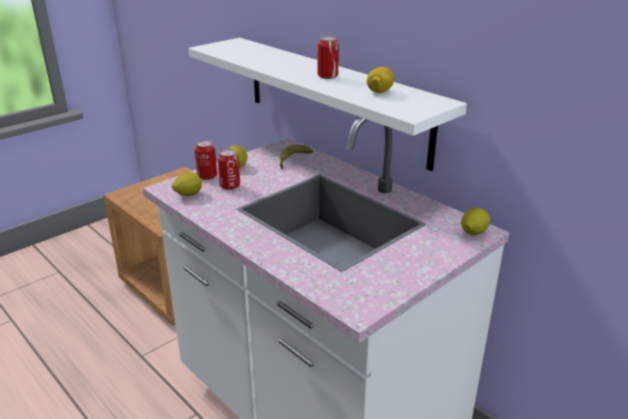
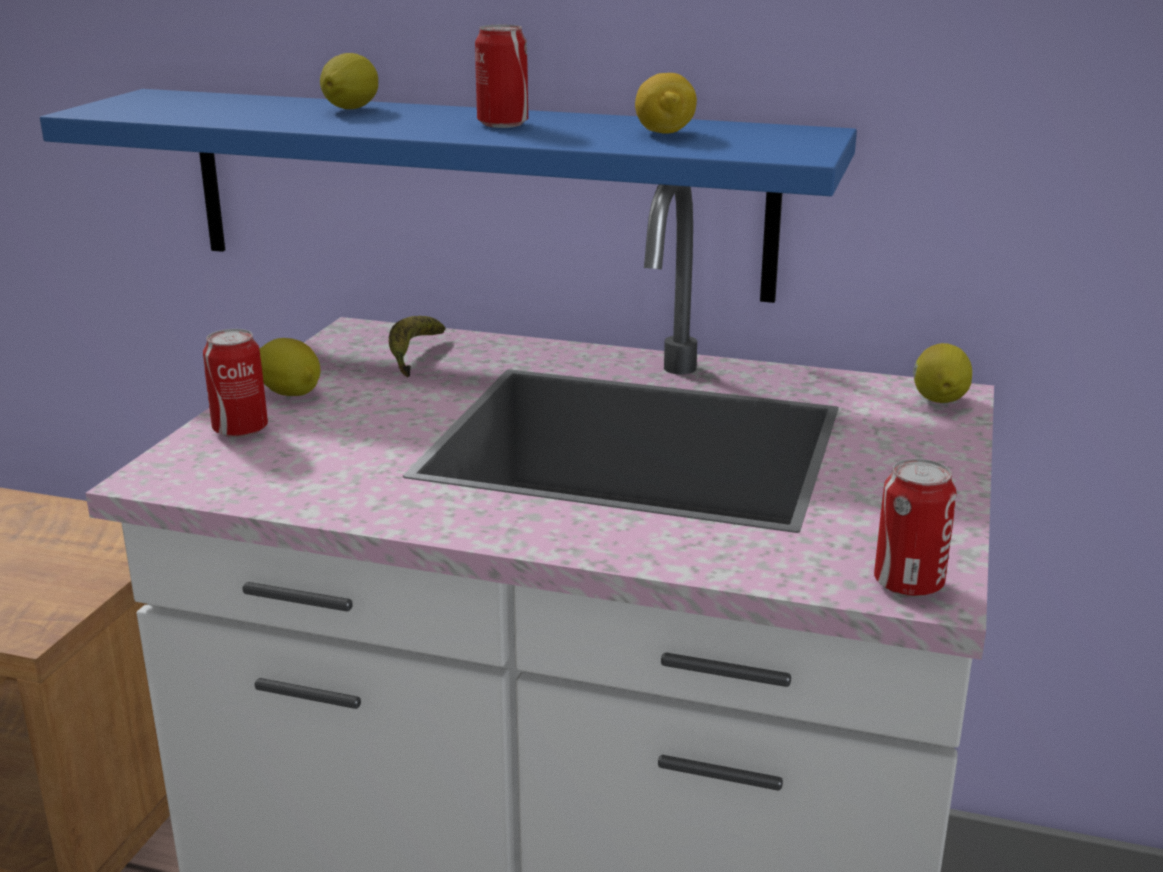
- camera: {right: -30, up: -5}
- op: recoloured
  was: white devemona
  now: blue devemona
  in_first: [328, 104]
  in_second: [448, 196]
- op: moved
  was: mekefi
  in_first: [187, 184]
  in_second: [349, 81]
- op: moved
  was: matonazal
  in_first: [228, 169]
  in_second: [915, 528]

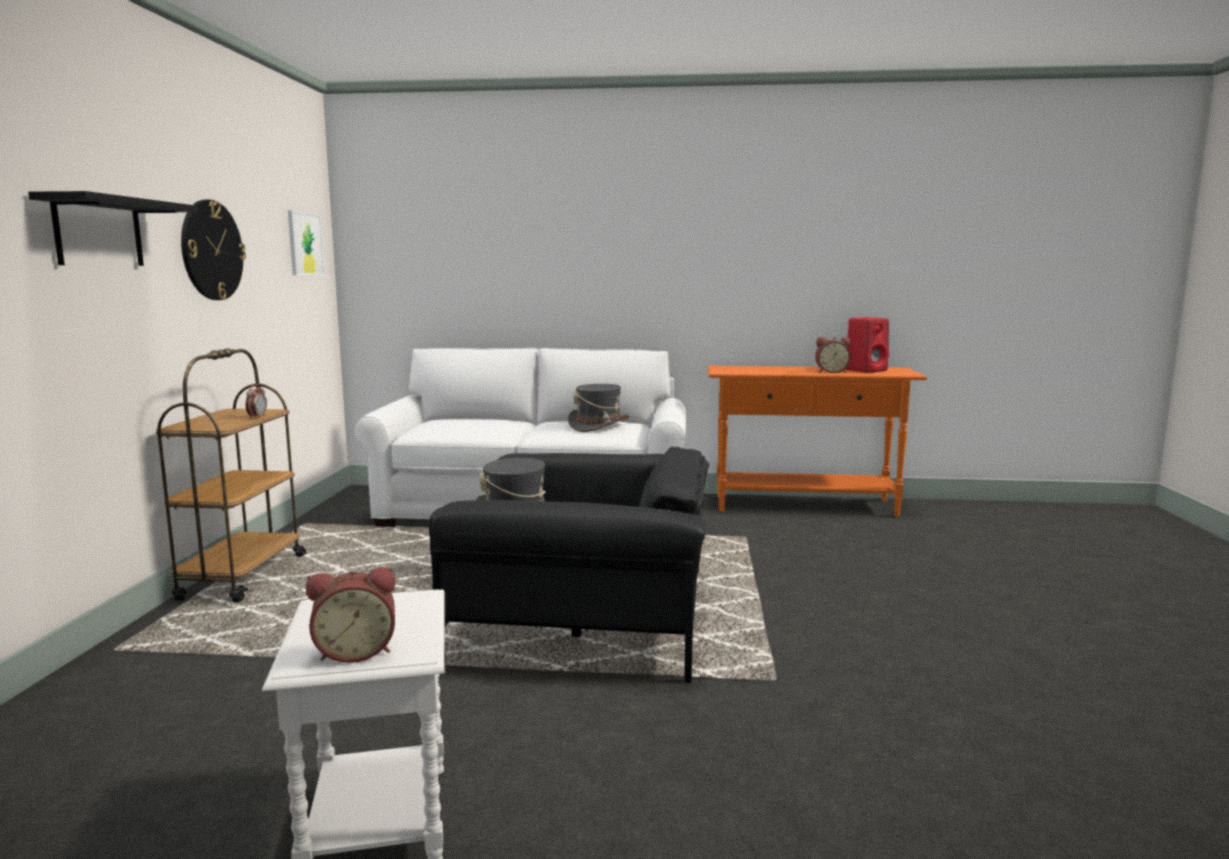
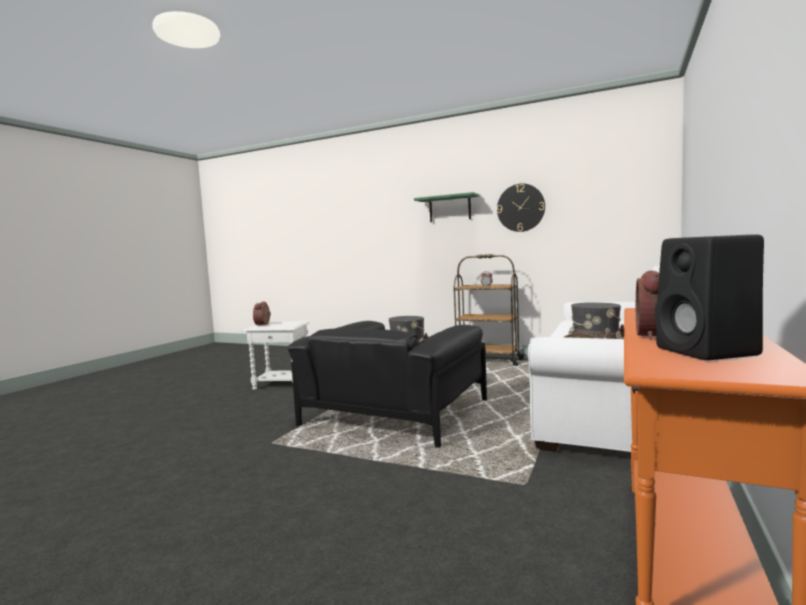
- camera: {right: 110, up: -5}
- op: recoloured
  was: black devemona
  now: green devemona
  in_first: [113, 228]
  in_second: [446, 207]
- op: recoloured
  was: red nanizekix
  now: black nanizekix
  in_first: [867, 345]
  in_second: [709, 297]
- op: removed
  was: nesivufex
  in_first: [306, 242]

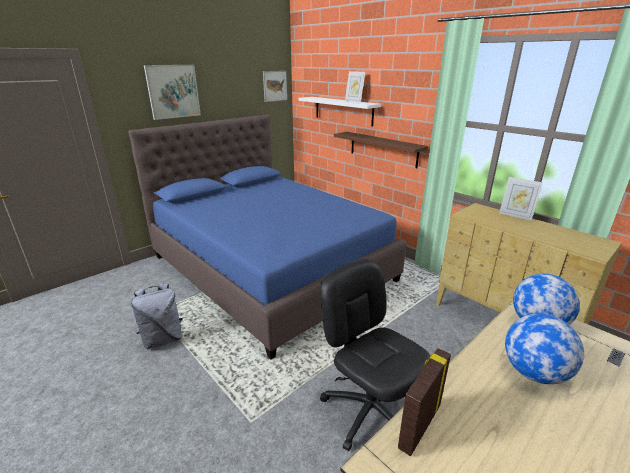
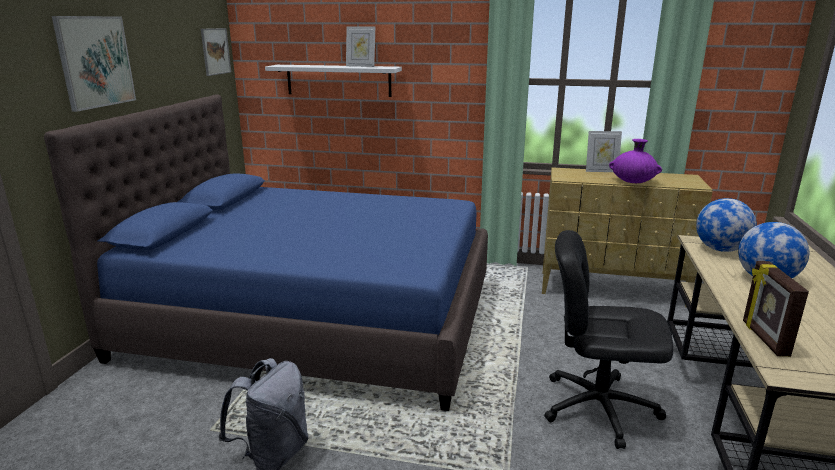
- camera: {right: -35, up: -5}
- op: added
  now: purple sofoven
  in_second: [635, 161]
- op: removed
  was: brown devemona
  in_first: [381, 150]

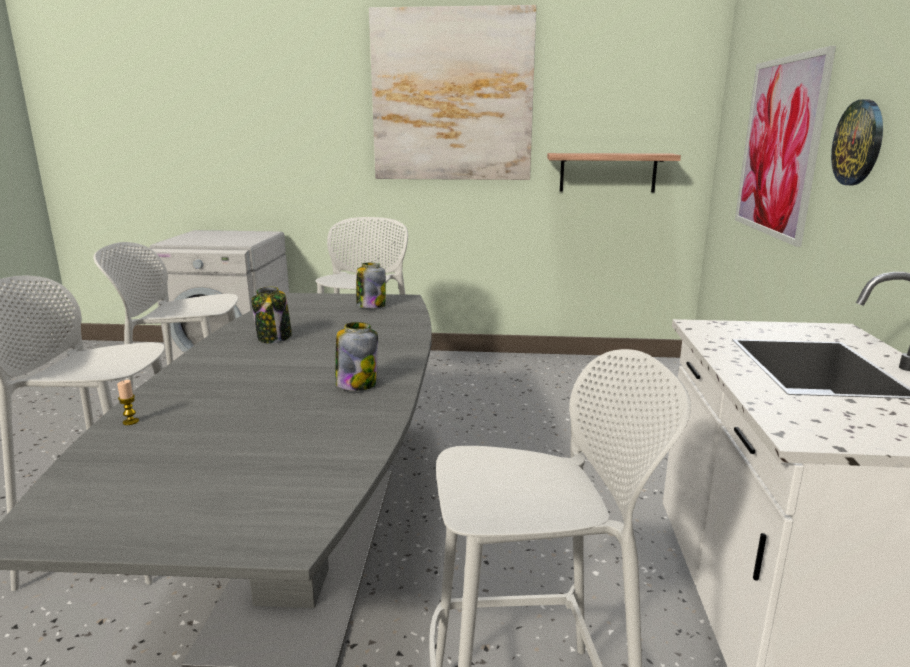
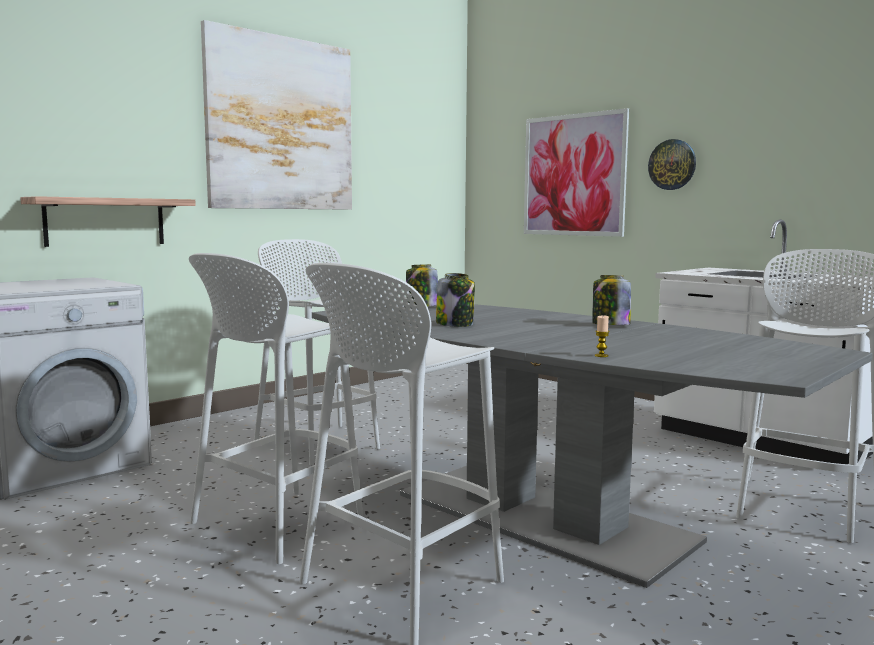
- camera: {right: -50, up: -10}
- op: moved
  was: devemona
  in_first: [614, 172]
  in_second: [108, 221]

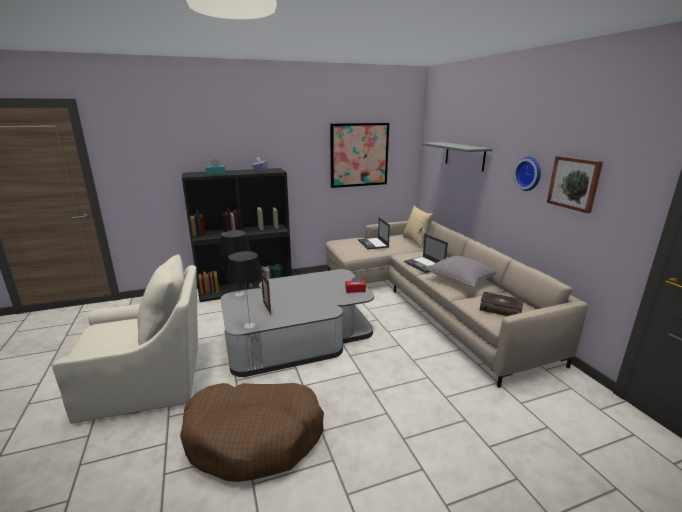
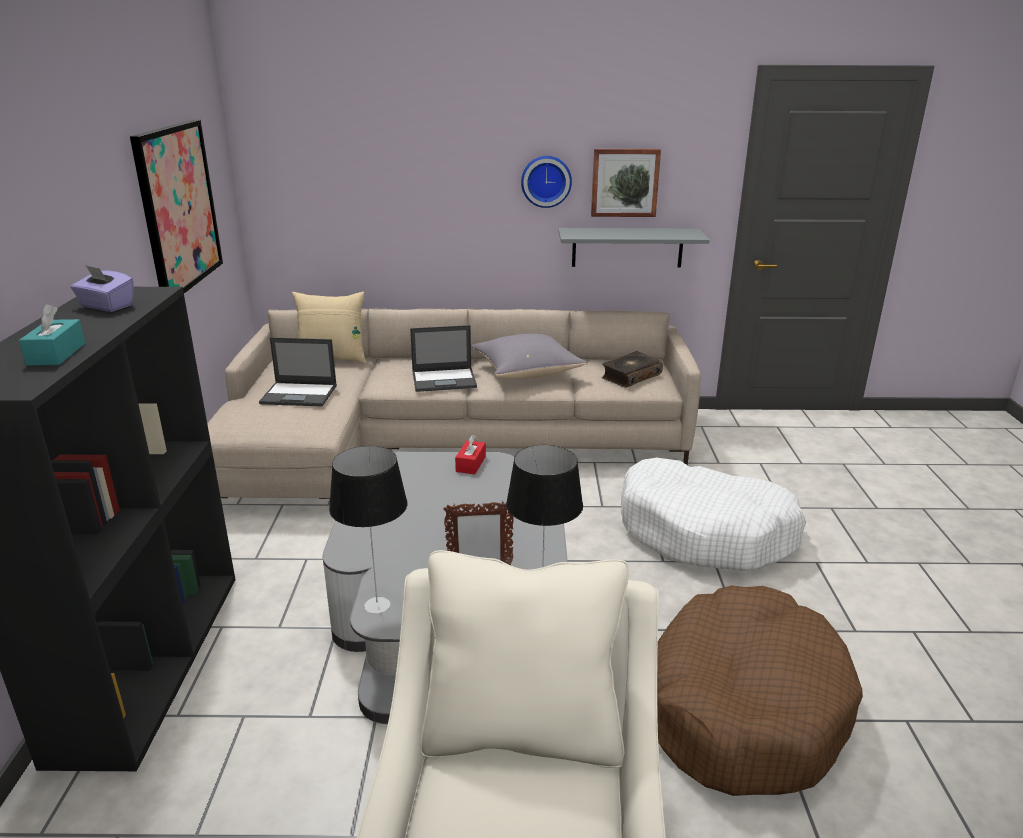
- camera: {right: -70, up: 5}
- op: moved
  was: grey devemona
  in_first: [457, 157]
  in_second: [634, 247]
- op: added
  now: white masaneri
  in_second: [713, 514]

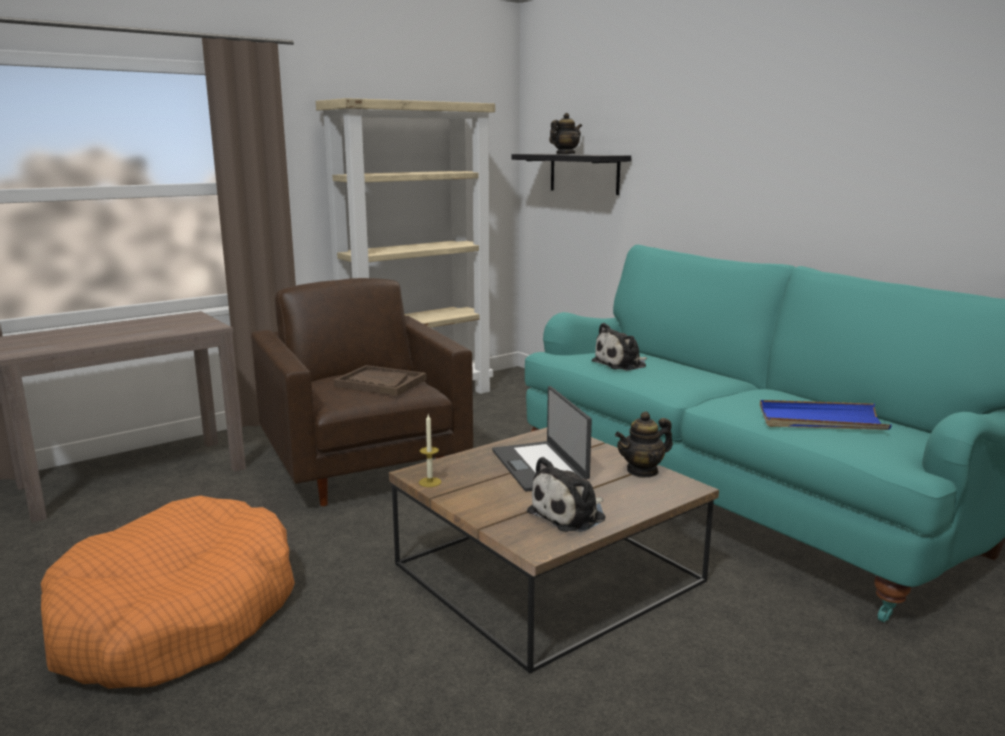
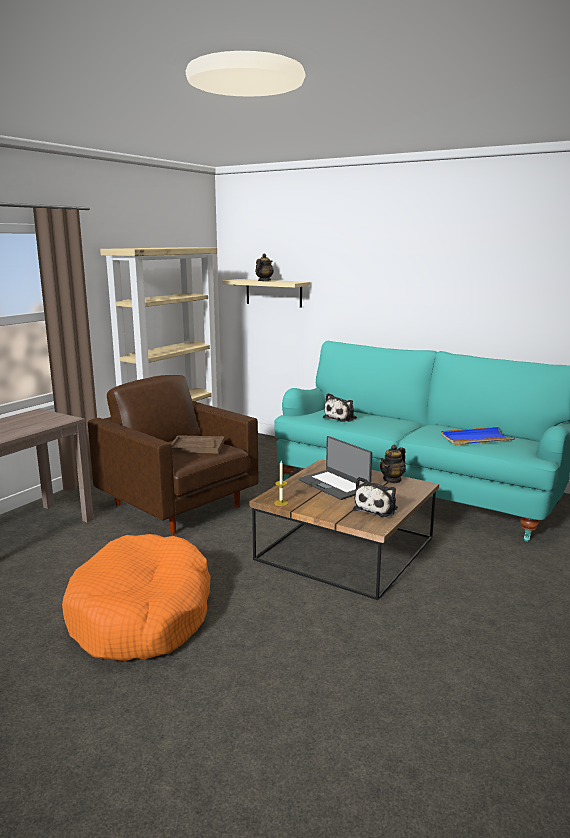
- camera: {right: -20, up: 0}
- op: recoloured
  was: black devemona
  now: beige devemona
  in_first: [571, 174]
  in_second: [266, 293]

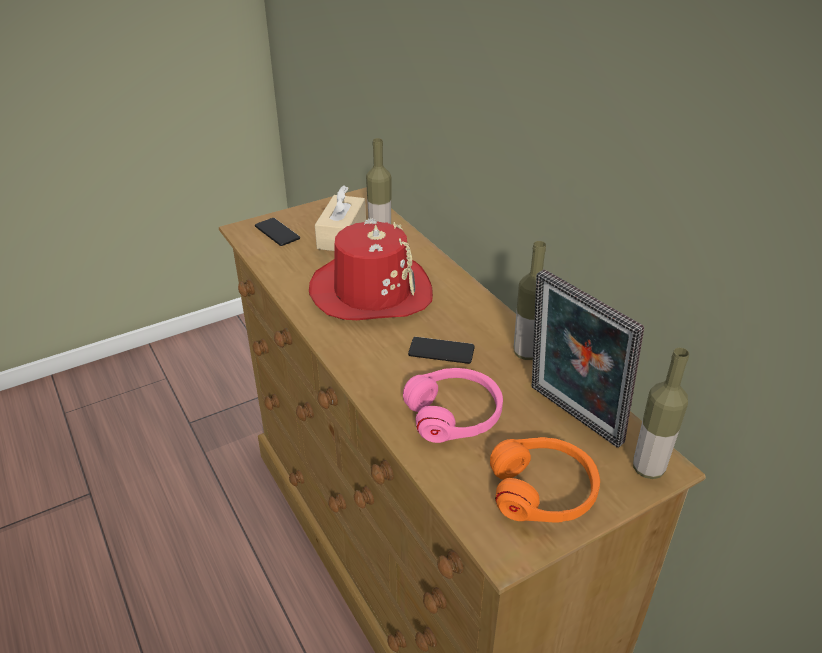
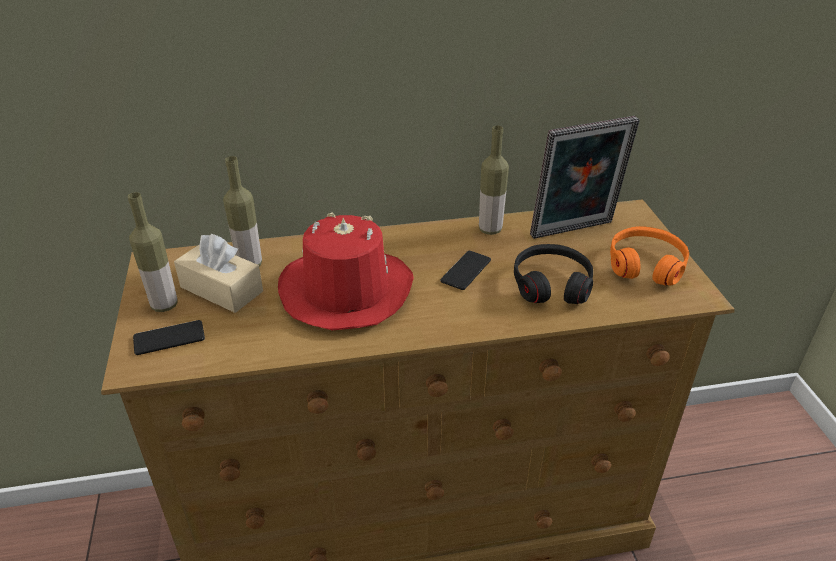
- camera: {right: -70, up: 0}
- op: moved
  was: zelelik
  in_first: [661, 413]
  in_second: [153, 252]
- op: recoloured
  was: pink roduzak
  now: black roduzak
  in_first: [453, 405]
  in_second: [553, 274]

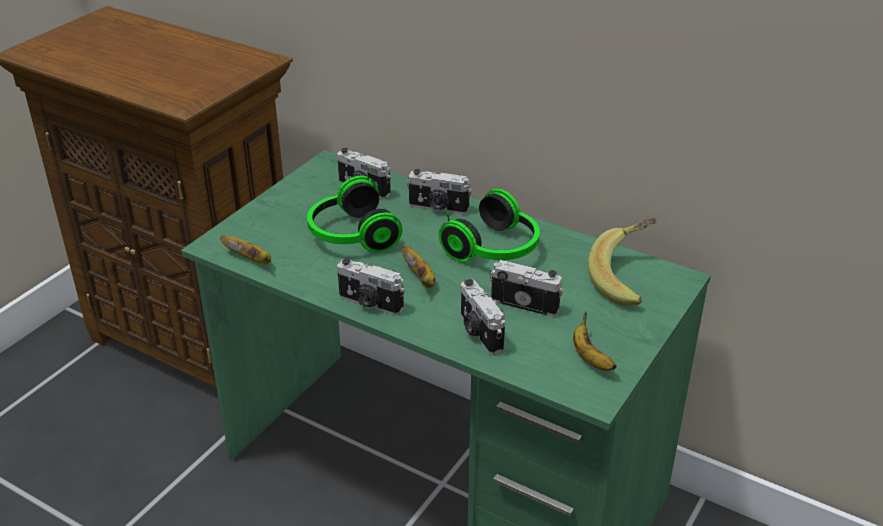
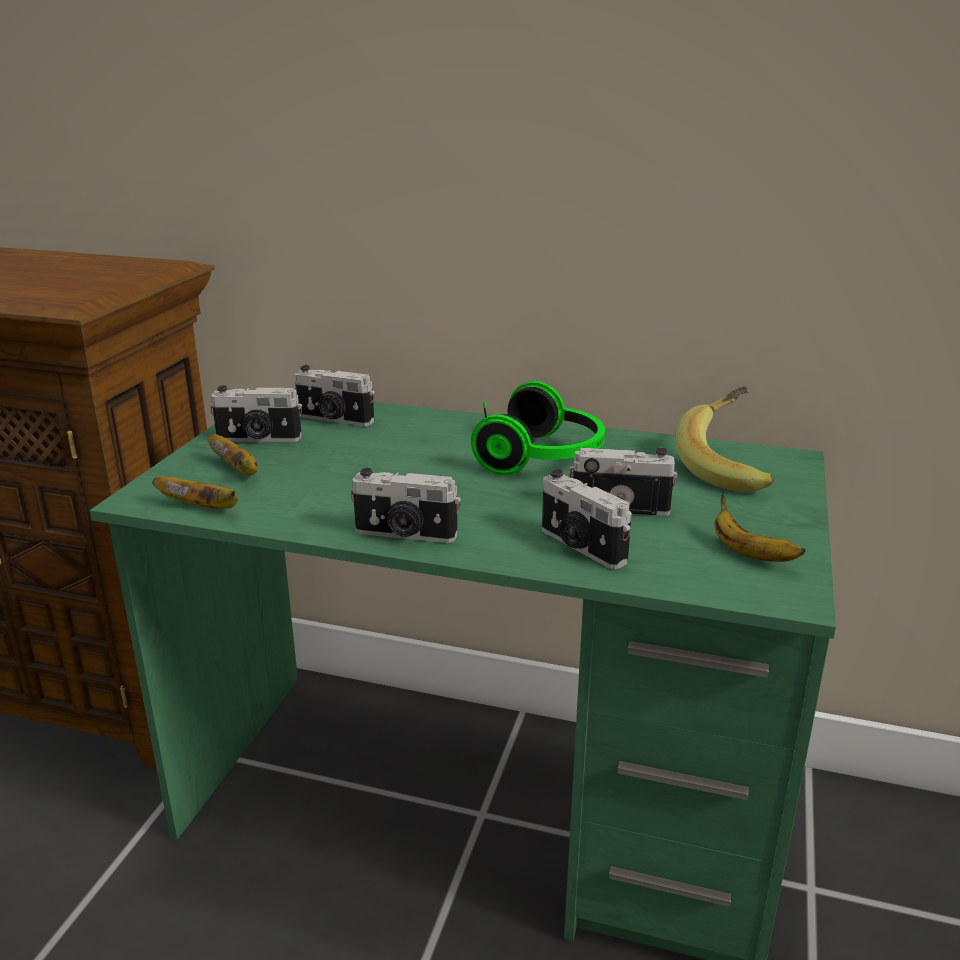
- camera: {right: -15, up: -10}
- op: moved
  was: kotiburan
  in_first: [419, 267]
  in_second: [232, 455]
- op: moved
  was: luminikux
  in_first: [439, 192]
  in_second: [256, 414]
- op: removed
  was: roduzak
  in_first: [354, 210]

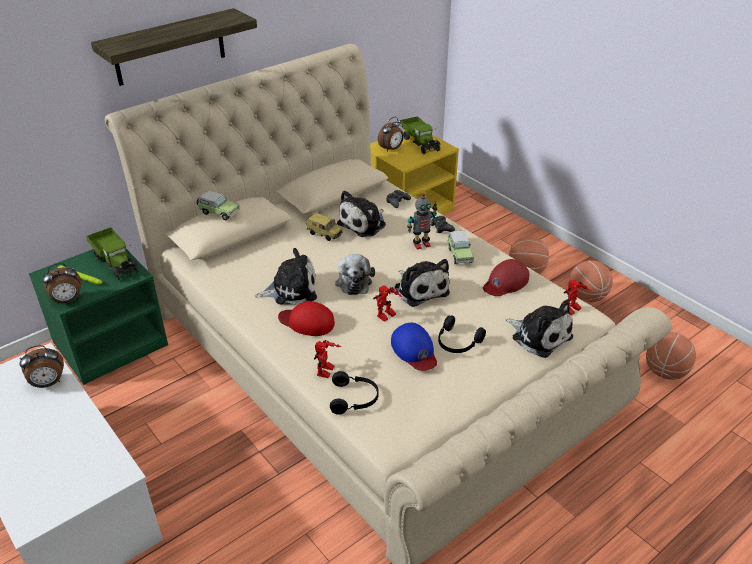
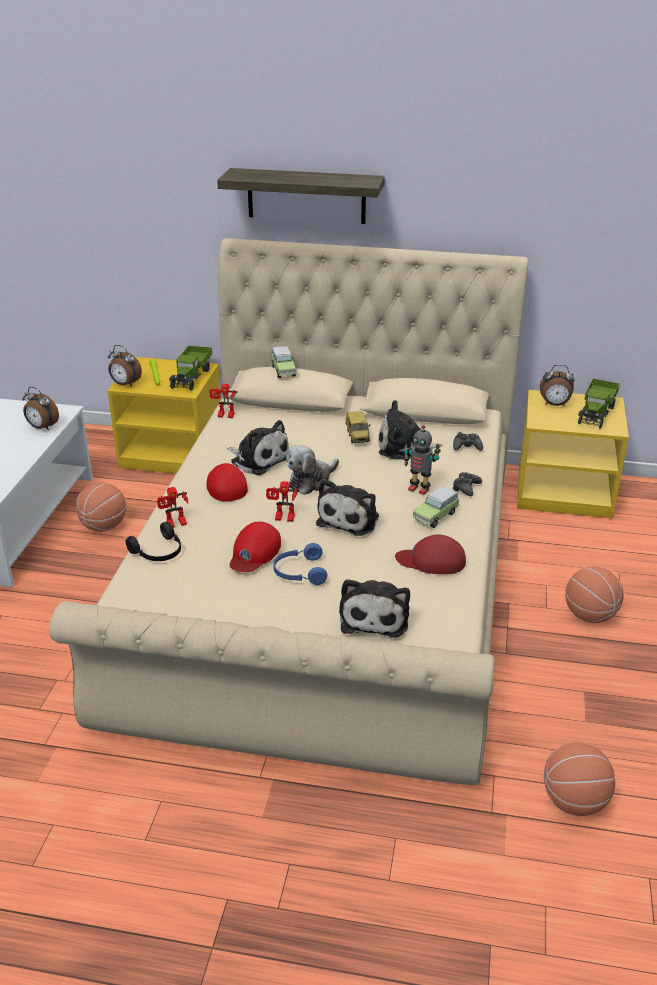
- camera: {right: 50, up: -5}
- op: moved
  was: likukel
  in_first: [591, 281]
  in_second: [101, 507]
- op: recoloured
  was: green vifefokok
  now: yellow vifefokok
  in_first: [98, 317]
  in_second: [164, 415]
- op: moved
  was: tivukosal
  in_first: [578, 297]
  in_second: [223, 401]
- op: recoloured
  was: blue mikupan
  now: red mikupan
  in_first: [414, 347]
  in_second: [255, 547]
- op: recoloured
  was: black roduzak
  now: blue roduzak
  in_first: [462, 334]
  in_second: [300, 564]

